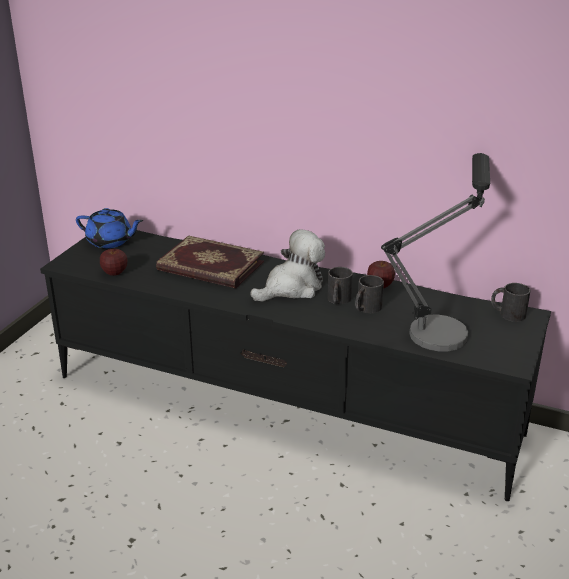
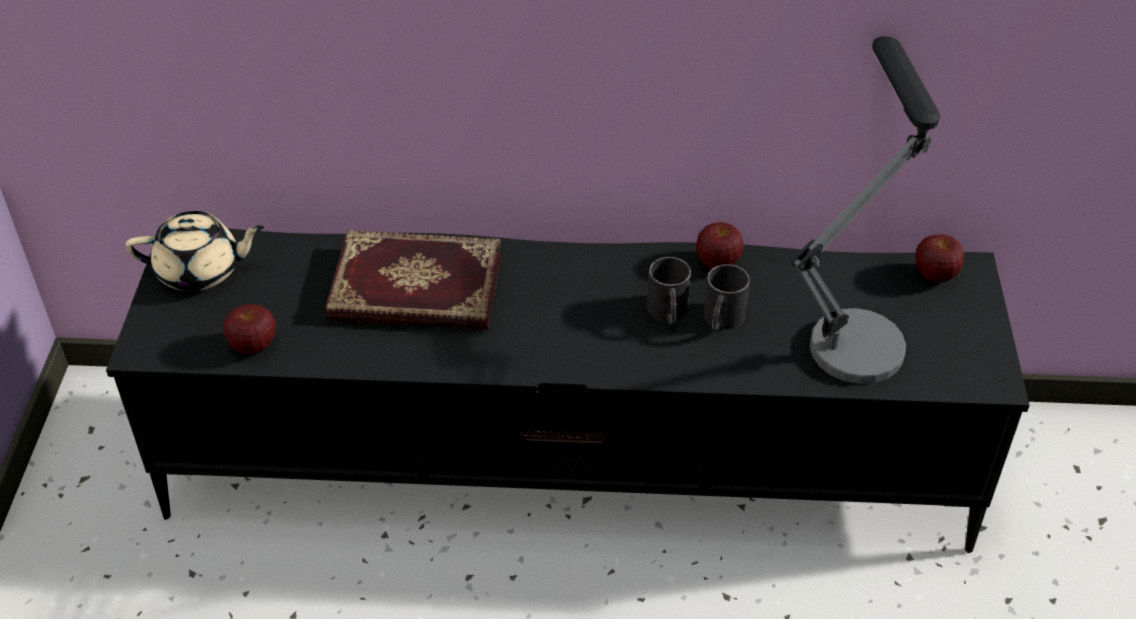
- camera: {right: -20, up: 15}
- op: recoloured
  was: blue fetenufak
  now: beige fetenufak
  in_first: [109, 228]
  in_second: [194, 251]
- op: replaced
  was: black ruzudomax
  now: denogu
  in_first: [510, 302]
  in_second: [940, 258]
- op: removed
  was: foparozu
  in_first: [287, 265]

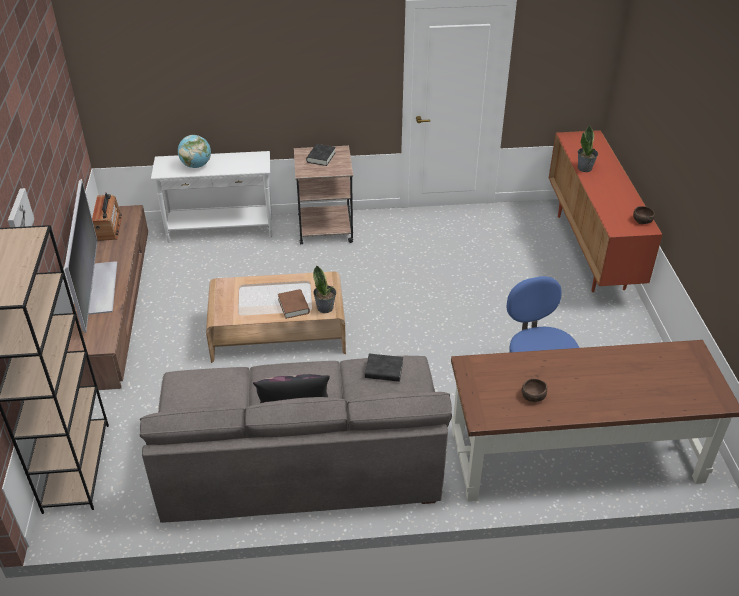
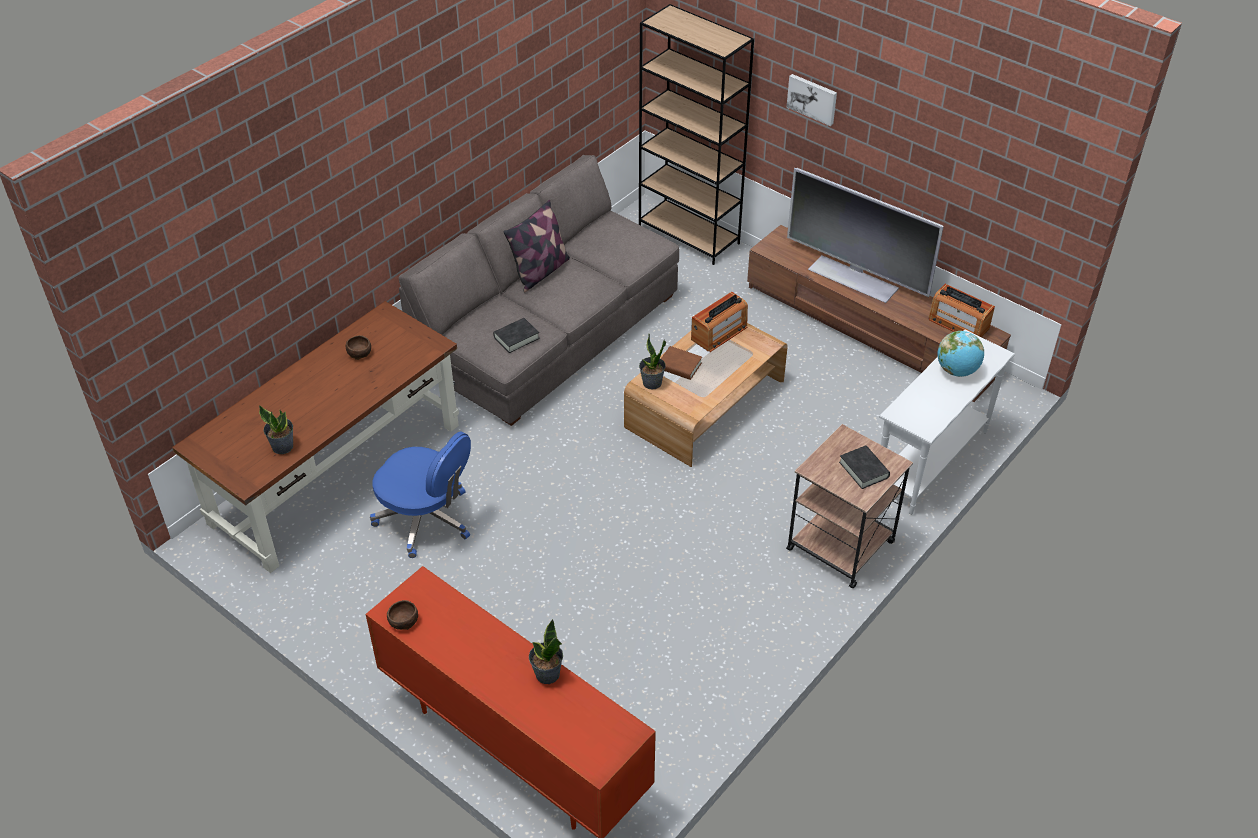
- camera: {right: 135, up: 5}
- op: added
  now: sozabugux
  in_second: [276, 430]
- op: added
  now: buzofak
  in_second: [719, 322]

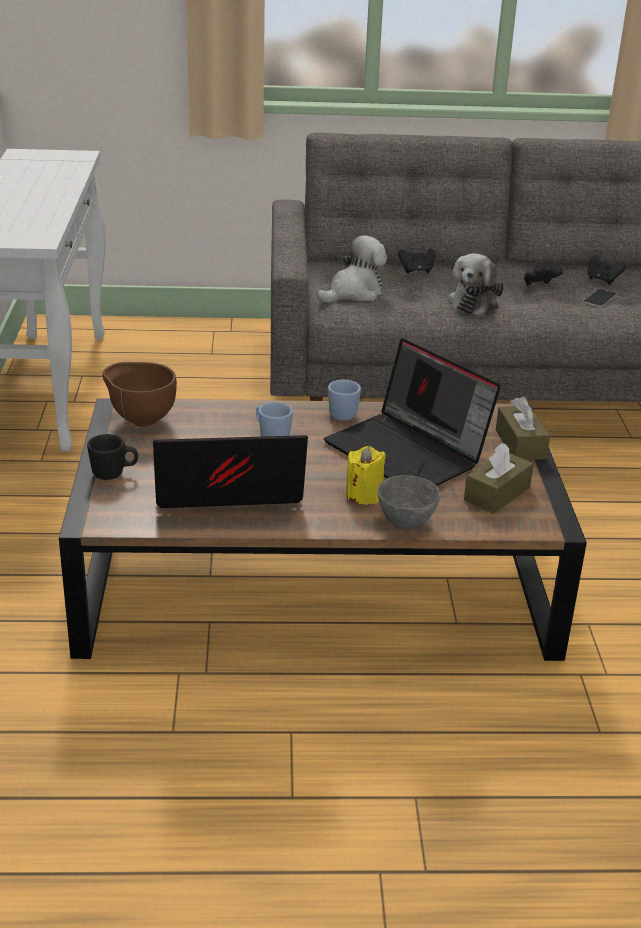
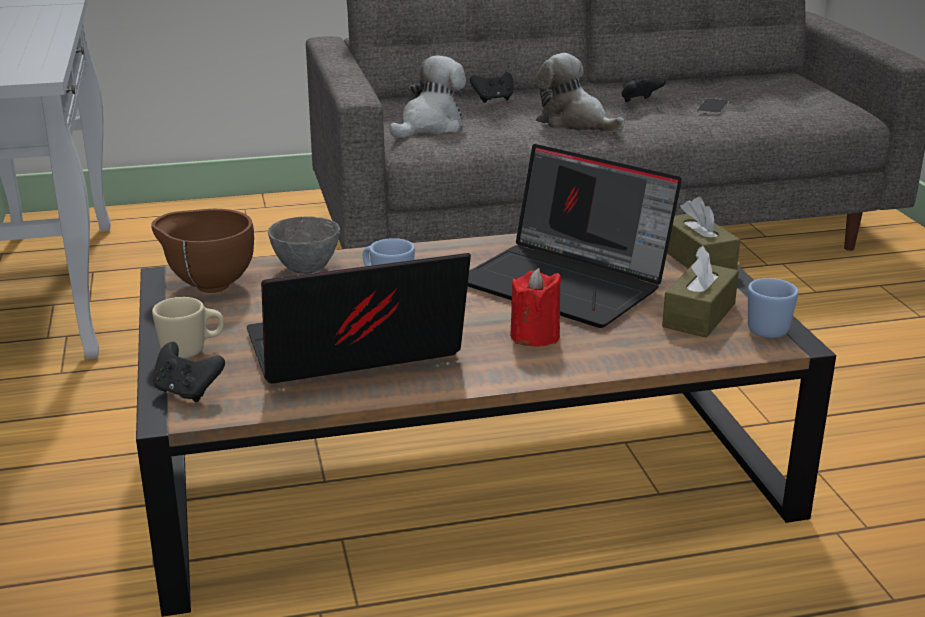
- camera: {right: -10, up: -5}
- op: recoloured
  was: black ruzudomax
  now: beige ruzudomax
  in_first: [112, 457]
  in_second: [188, 328]
- op: moved
  was: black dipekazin
  in_first: [606, 270]
  in_second: [189, 372]
- op: moved
  was: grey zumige
  in_first: [408, 502]
  in_second: [304, 245]
- op: recoloured
  was: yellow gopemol
  now: red gopemol
  in_first: [366, 475]
  in_second: [536, 307]
- op: turned
  was: foparozu
  in_first: [475, 284]
  in_second: [580, 92]
  clockwise: 120
- op: moved
  was: blue ruzudomax
  in_first: [344, 400]
  in_second: [773, 308]

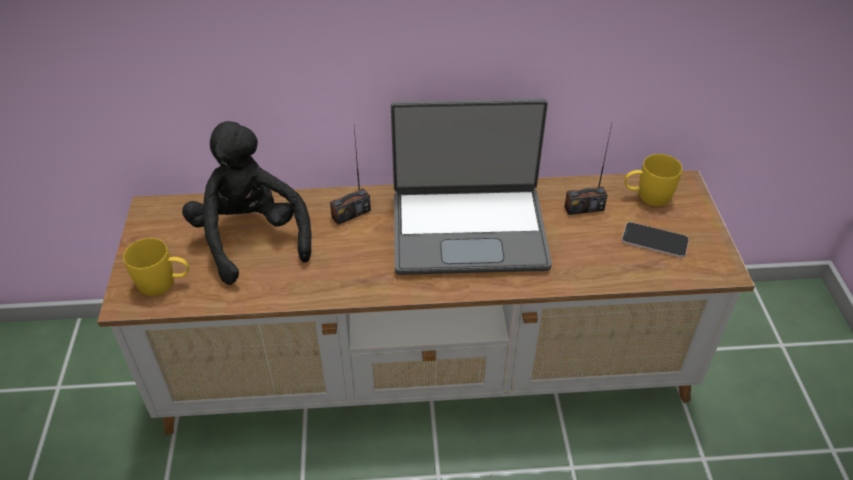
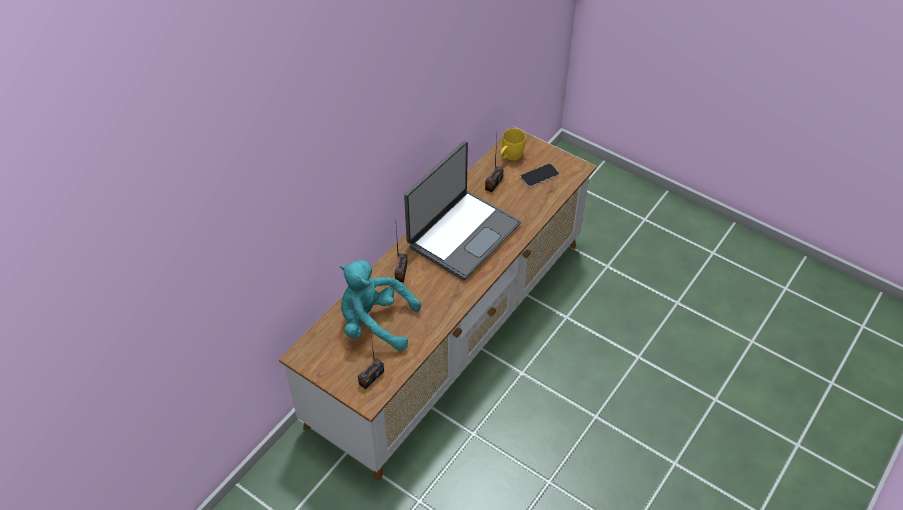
- camera: {right: -50, up: 5}
- op: recoloured
  was: black foparozu
  now: turquoise foparozu
  in_first: [247, 203]
  in_second: [380, 305]
- op: replaced
  was: yellow ruzudomax
  now: buzofak
  in_first: [156, 267]
  in_second: [371, 358]

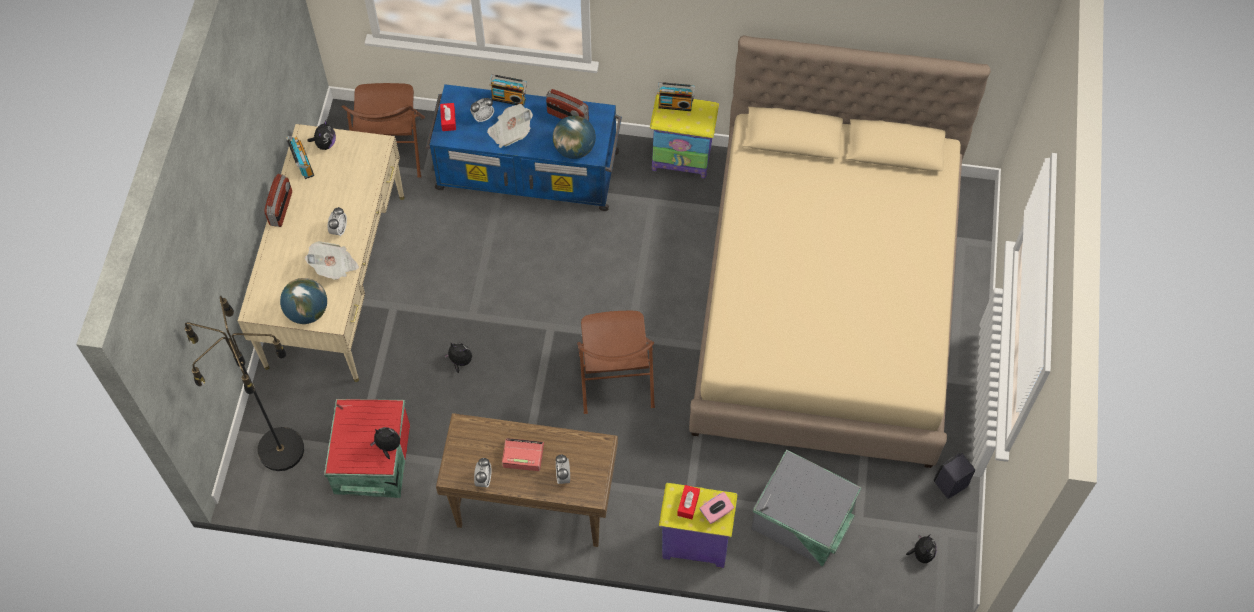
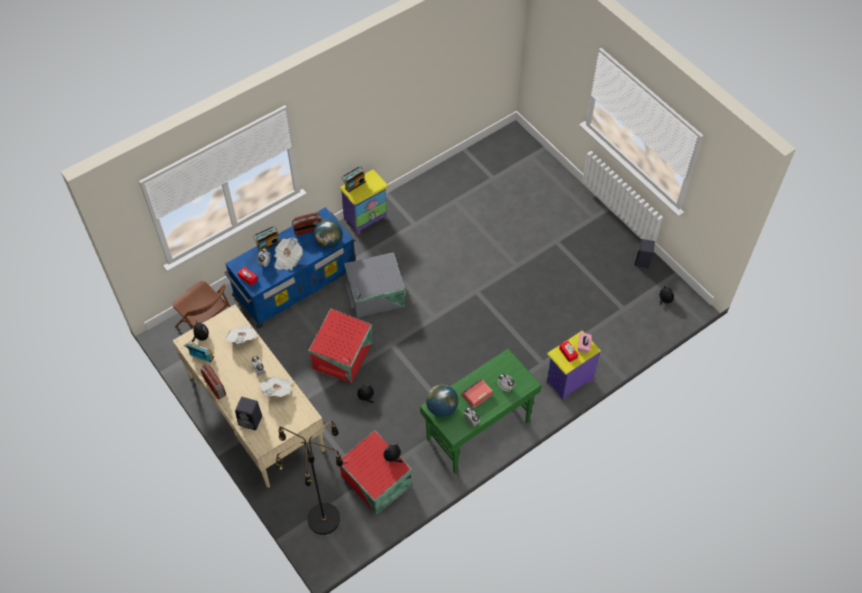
- camera: {right: -45, up: -5}
- op: added
  now: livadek
  in_second: [241, 334]
- op: added
  now: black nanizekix
  in_second: [248, 413]
- op: added
  now: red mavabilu
  in_second: [340, 345]
- op: moved
  was: grey mavabilu
  in_first: [806, 507]
  in_second: [375, 285]
- op: recoloured
  was: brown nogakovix
  now: green nogakovix
  in_first: [527, 480]
  in_second: [481, 411]
- op: moved
  was: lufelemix
  in_first: [303, 301]
  in_second: [442, 401]
- op: removed
  was: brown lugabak
  in_first: [616, 362]
- op: removed
  was: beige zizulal
  in_first: [840, 251]

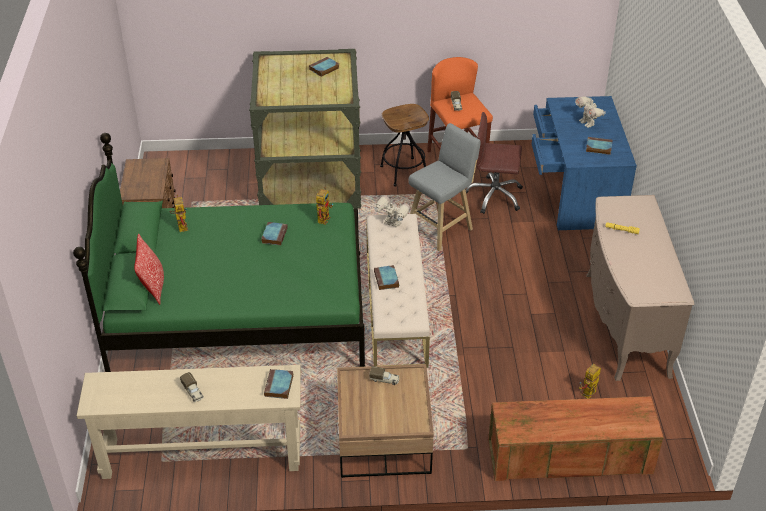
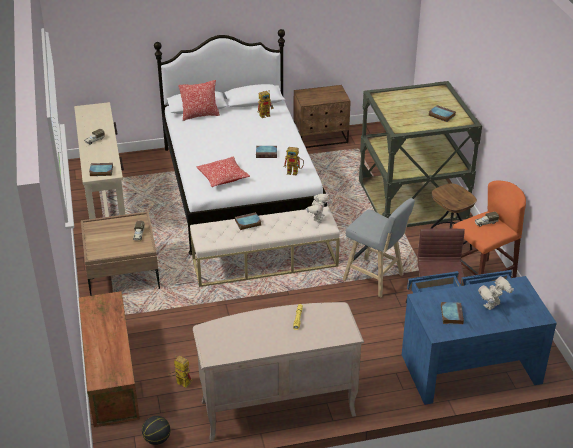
- camera: {right: 80, up: -5}
- op: added
  now: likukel
  in_second: [156, 430]
- op: recoloured
  was: green zizulal
  now: white zizulal
  in_first: [219, 252]
  in_second: [240, 142]
- op: added
  now: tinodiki
  in_second: [223, 171]

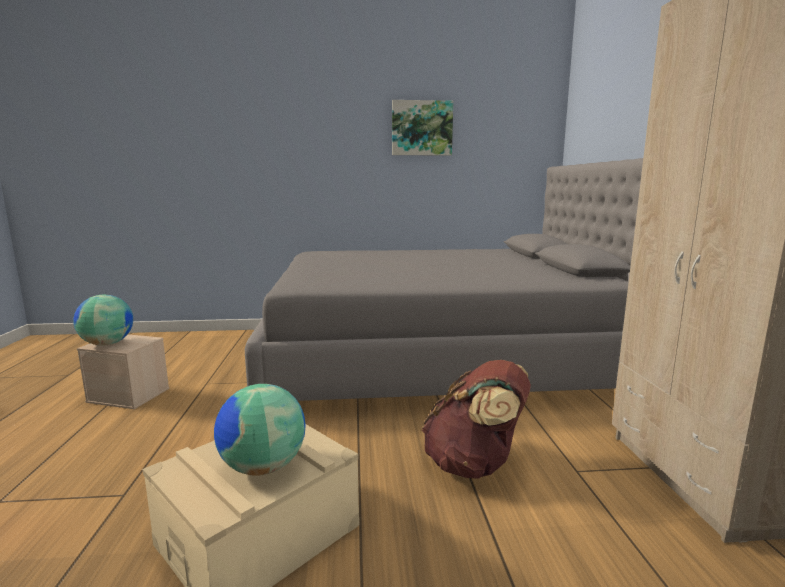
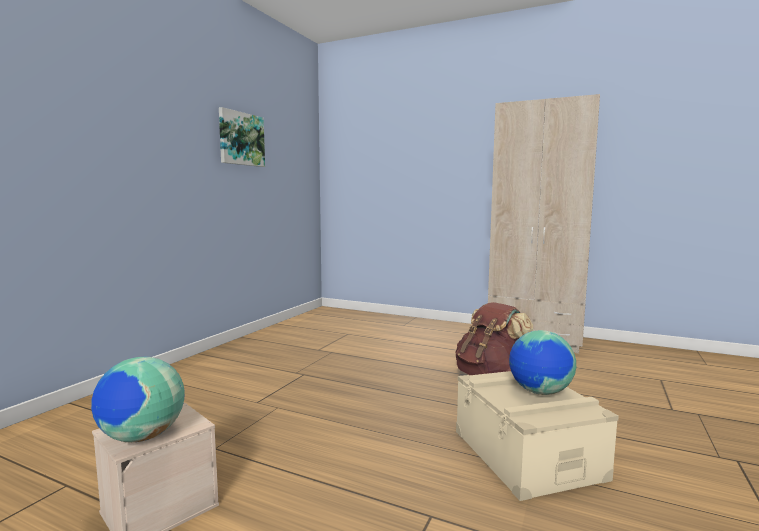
- camera: {right: -60, up: -5}
- op: removed
  was: grey zizulal
  in_first: [444, 279]

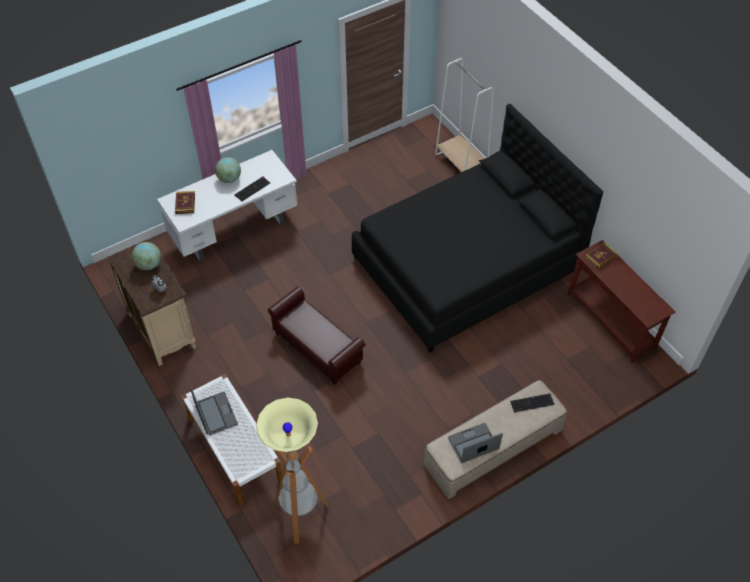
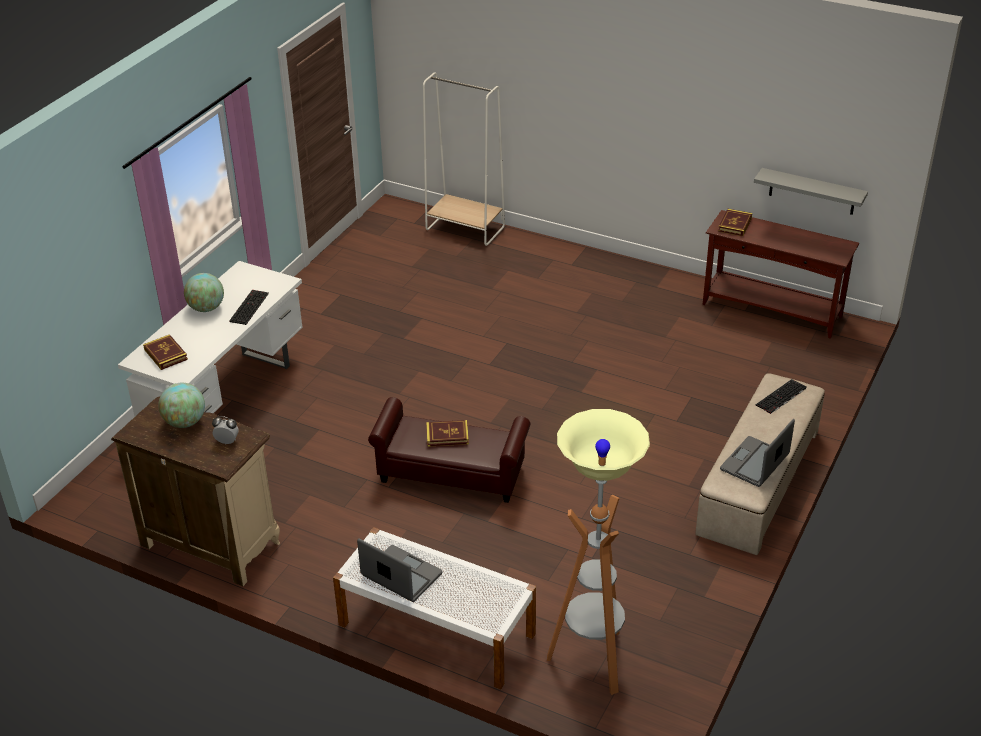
- camera: {right: -30, up: -15}
- op: added
  now: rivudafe
  in_second: [447, 433]
- op: added
  now: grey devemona
  in_second: [811, 191]
- op: removed
  was: black zizulal
  in_first: [477, 228]

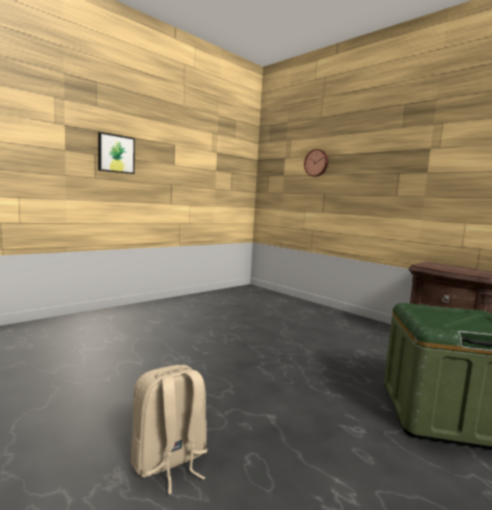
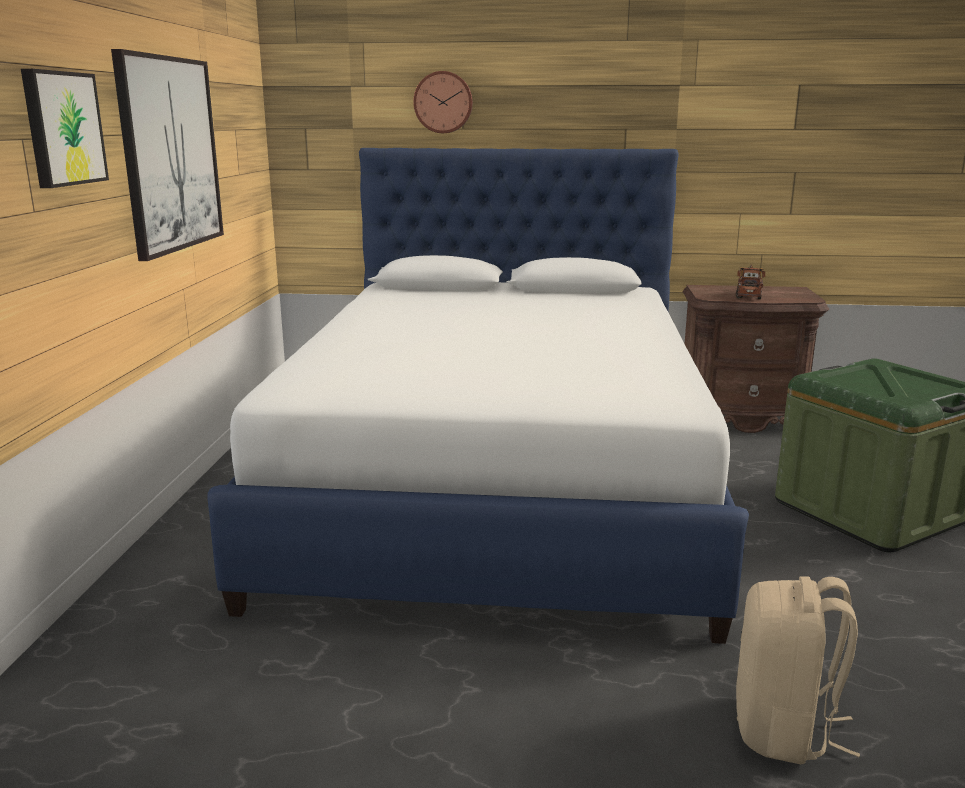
- camera: {right: -40, up: 10}
- op: added
  now: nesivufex
  in_second: [167, 155]
- op: added
  now: white zizulal
  in_second: [478, 396]
- op: added
  now: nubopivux
  in_second: [750, 281]

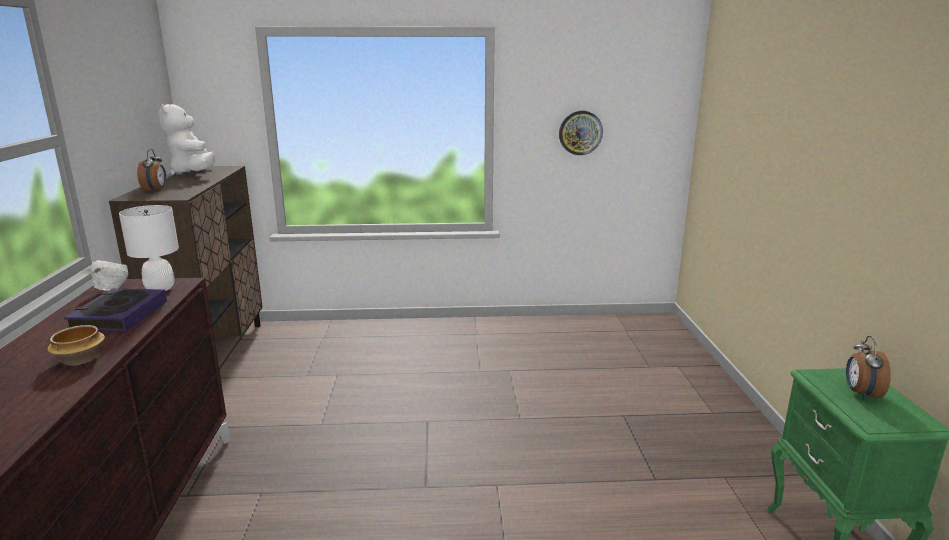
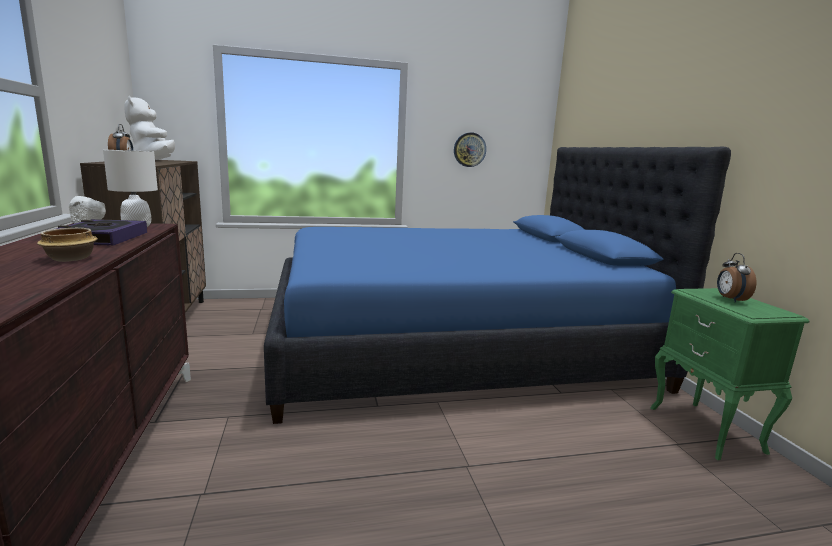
- camera: {right: -10, up: -5}
- op: added
  now: blue zizulal
  in_second: [497, 285]

